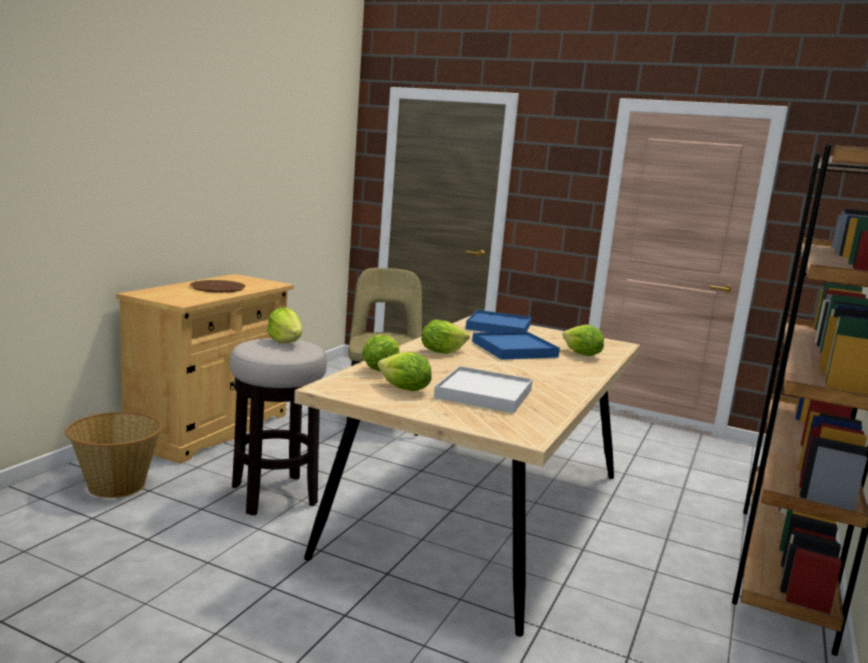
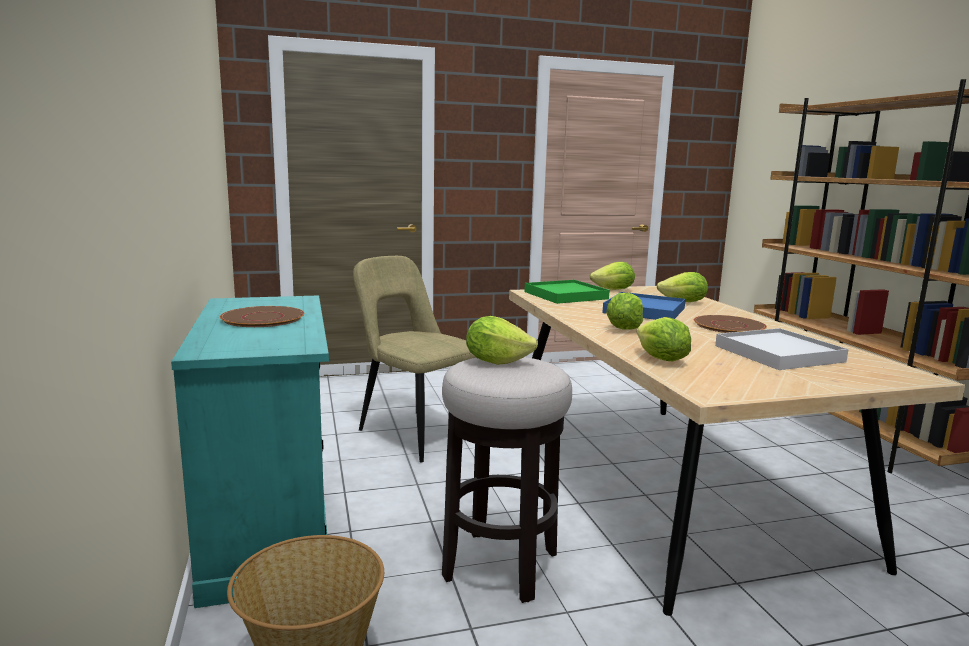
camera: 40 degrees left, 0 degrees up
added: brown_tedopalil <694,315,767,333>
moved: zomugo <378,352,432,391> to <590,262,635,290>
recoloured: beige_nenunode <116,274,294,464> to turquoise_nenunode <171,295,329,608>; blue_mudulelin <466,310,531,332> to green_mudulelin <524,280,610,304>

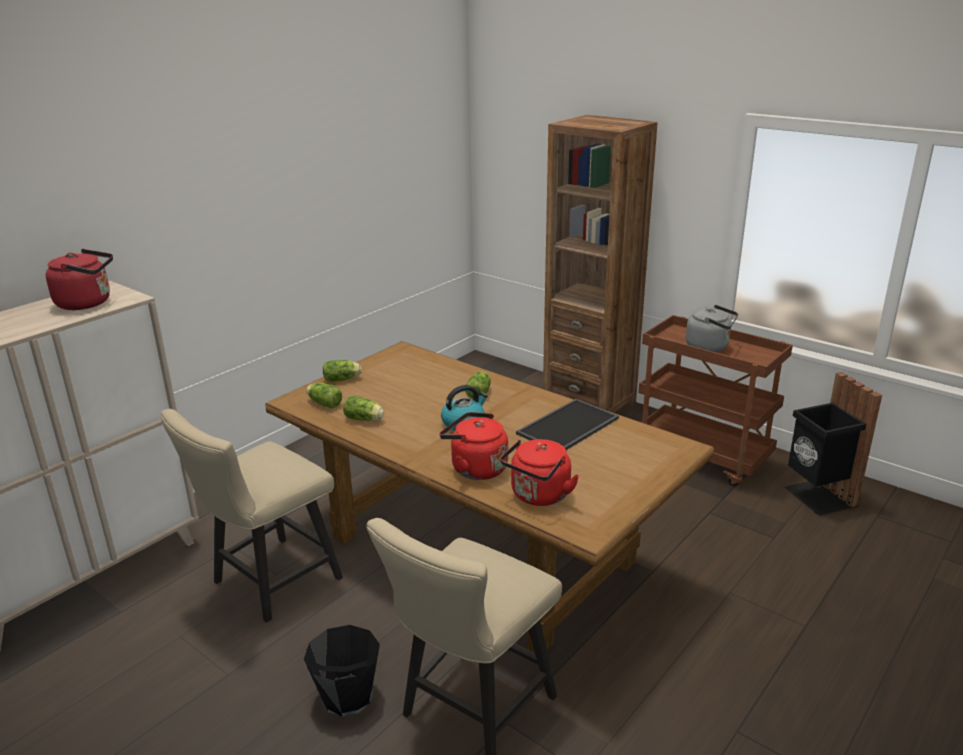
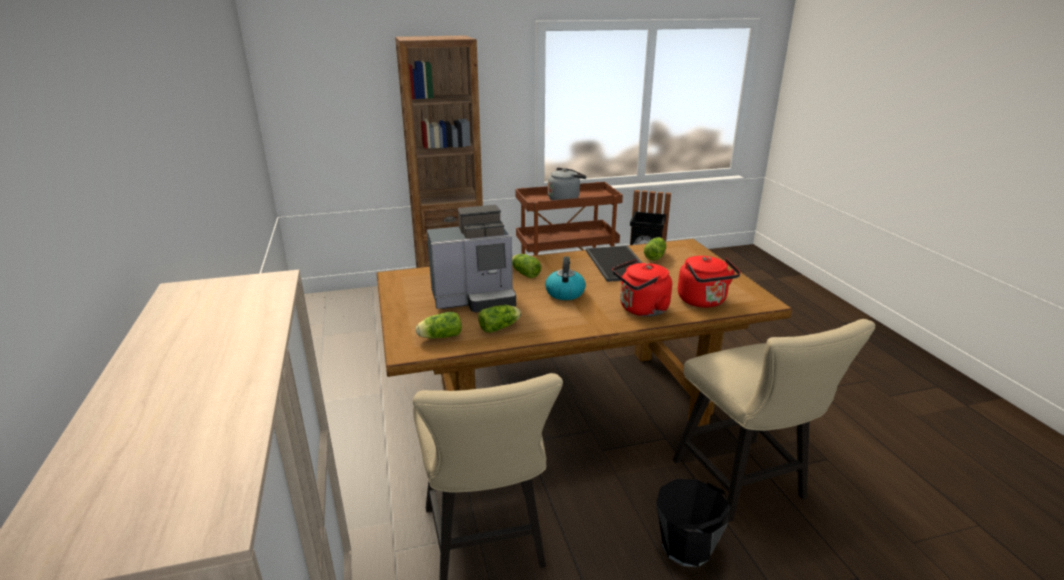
camera: 55 degrees left, 0 degrees up
removed: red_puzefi <46,249,113,310>
added: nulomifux <427,205,516,313>
moved: zomugo <323,360,362,382> to <644,237,666,261>

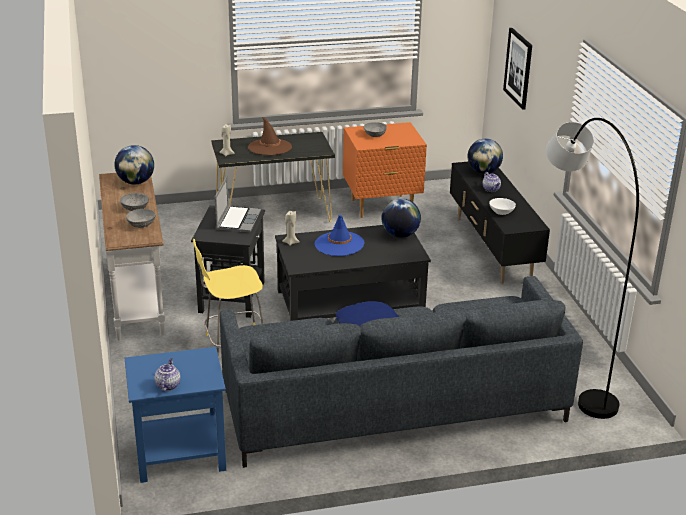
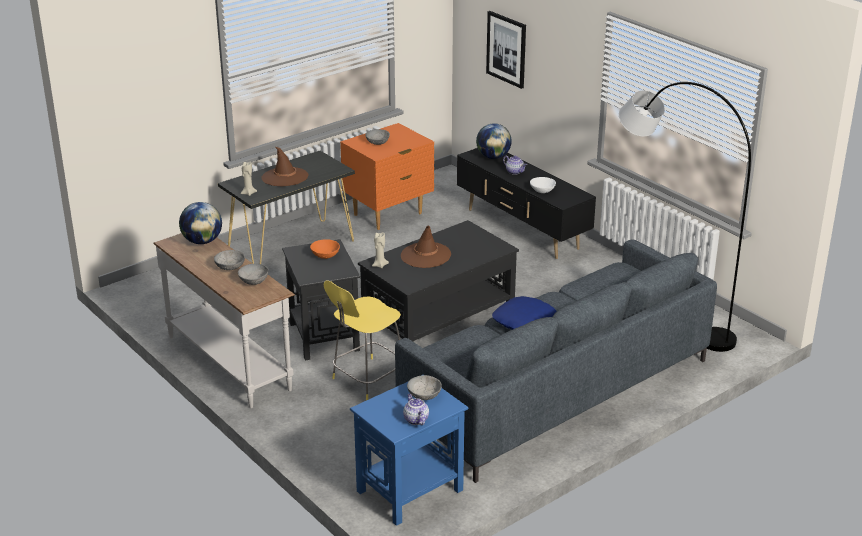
camera: 25 degrees left, 0 degrees up
removed: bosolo <382,198,421,238>
added: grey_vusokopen <407,375,442,400>
replaced: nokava <215,176,261,232> to orange_vusokopen <310,239,340,259>
recoloured: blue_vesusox <315,215,365,256> to brown_vesusox <401,226,451,268>

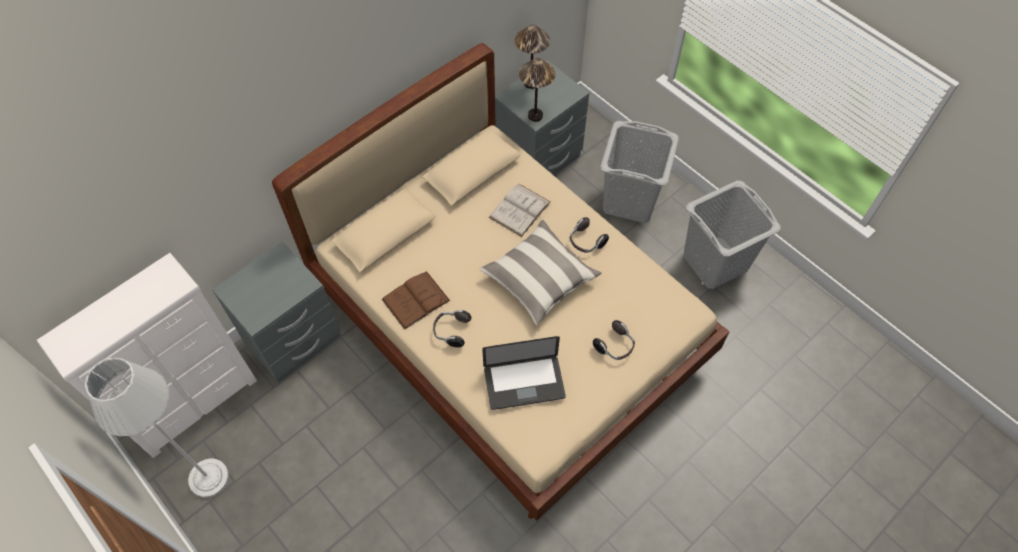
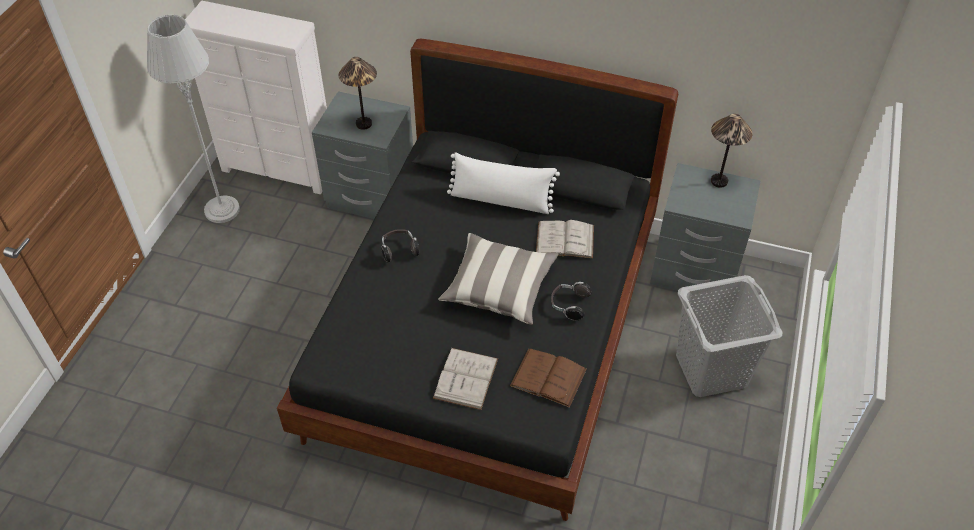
camera: 60 degrees right, 10 degrees down
removed: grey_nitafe <683,181,781,289>; nokava <482,336,566,410>
added: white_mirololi <447,152,560,214>
moved: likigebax <519,58,555,122> to <338,57,377,130>; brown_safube <381,271,450,330> to <510,348,587,408>
replaced: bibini <593,320,635,360> to white_safube <433,348,498,410>
recoloured: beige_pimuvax <272,43,730,521> to black_pimuvax <277,38,678,521>

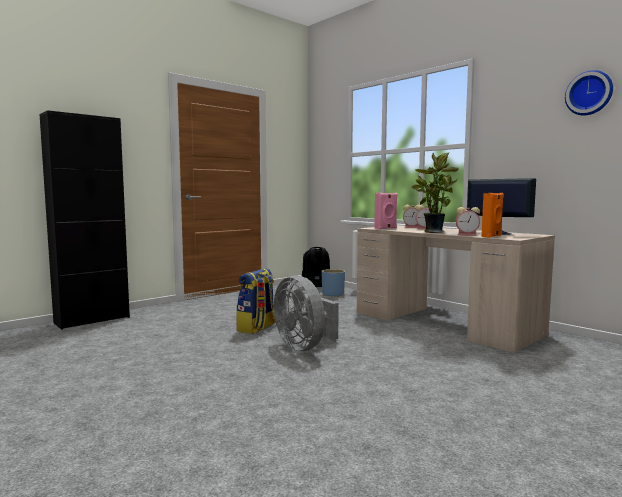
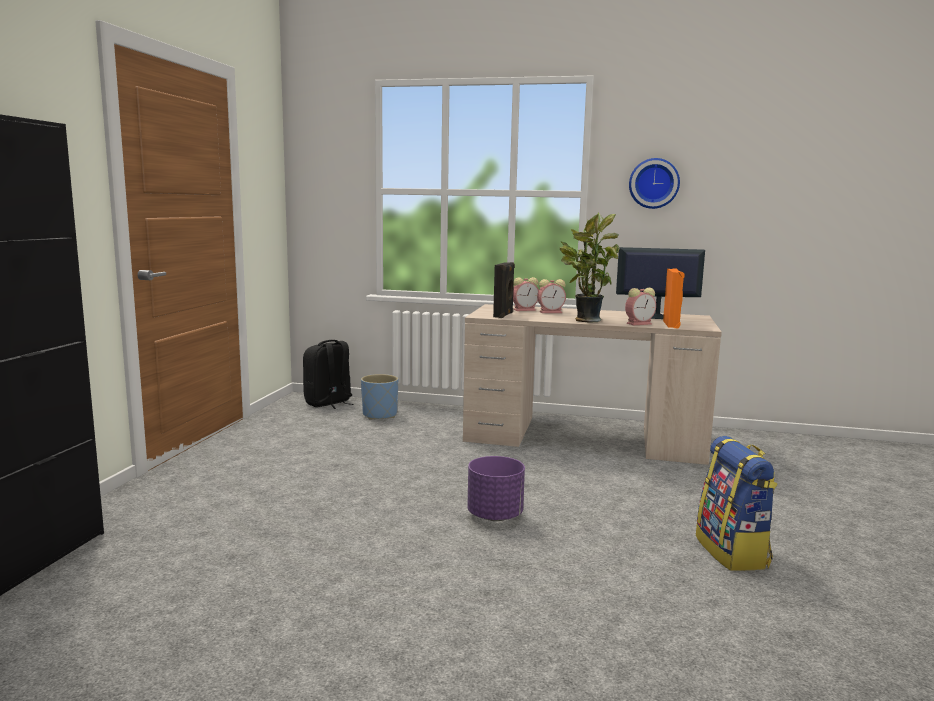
camera: 35 degrees left, 5 degrees up
moved: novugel <565,70,613,115> to <629,158,680,209>; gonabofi <236,268,276,334> to <696,436,778,571>
replaced: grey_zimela <274,275,339,351> to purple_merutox <467,456,525,521>
recoloured: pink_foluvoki <374,193,398,229> to black_foluvoki <493,262,515,318>

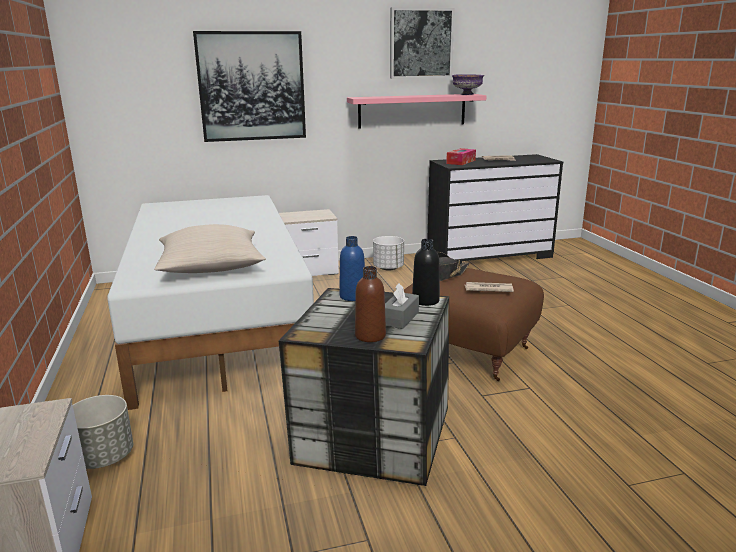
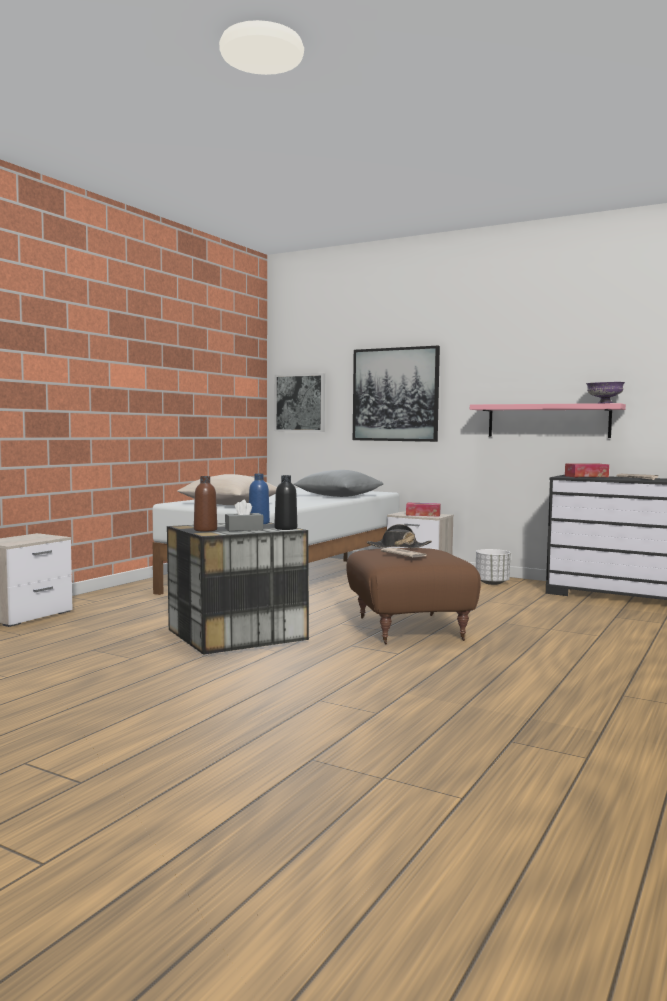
camera: 45 degrees right, 15 degrees down
removed: grey_merutox <73,395,133,469>
added: grey_mirololi <293,470,383,497>; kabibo <406,503,441,516>
moved: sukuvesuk <390,7,455,79> to <274,373,325,432>

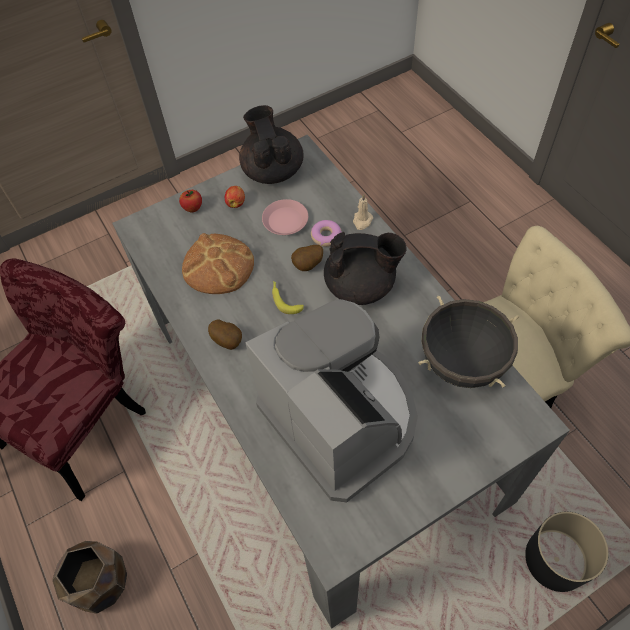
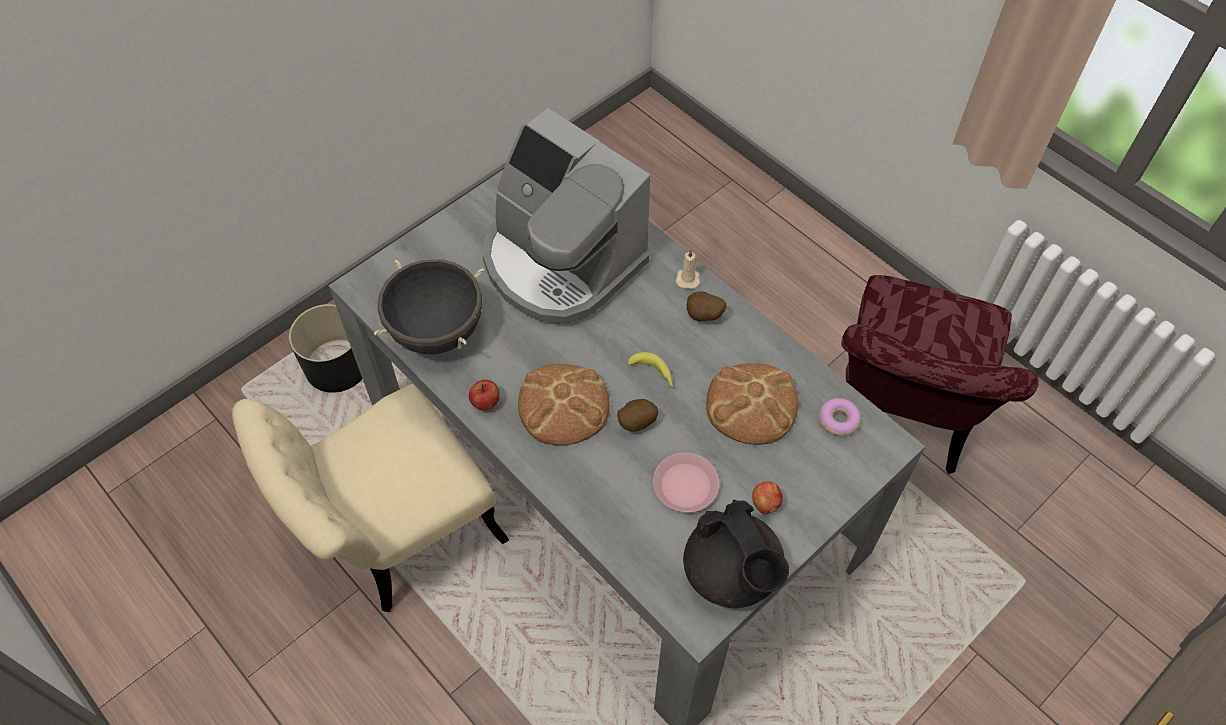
camera: 165 degrees right, 0 degrees up
removed: brown_merutox <52,541,127,614>
moved: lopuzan <179,190,202,212> to <469,380,500,411>; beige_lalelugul <353,194,373,230> to <676,249,700,289>; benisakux <311,220,342,247> to <819,398,861,436>
replaced: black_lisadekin <324,232,407,305> to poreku <518,364,610,446>

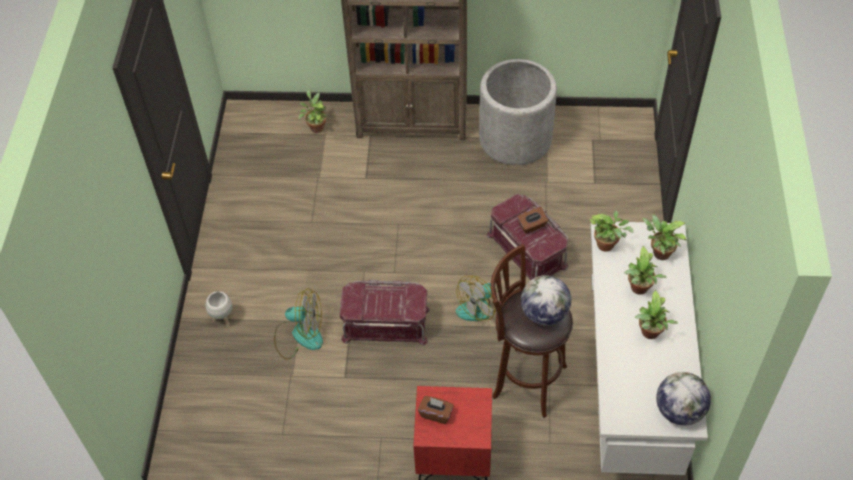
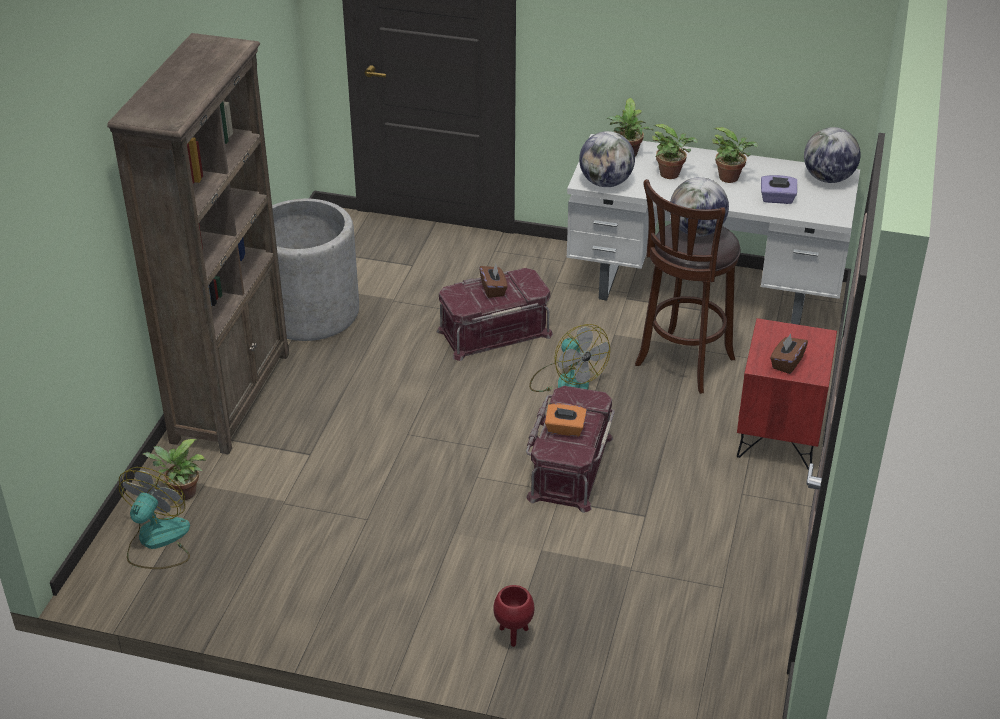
camera: 80 degrees left, 15 degrees down
added: purple_kabibo <761,175,797,204>; orange_kabibo <545,404,587,437>
moved: zimela <274,288,323,360> to <119,467,190,569>
replaced: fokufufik <590,211,633,252> to bosolo <579,131,635,187>
recoloured: white_merutox <206,291,232,326> to red_merutox <493,585,534,647>

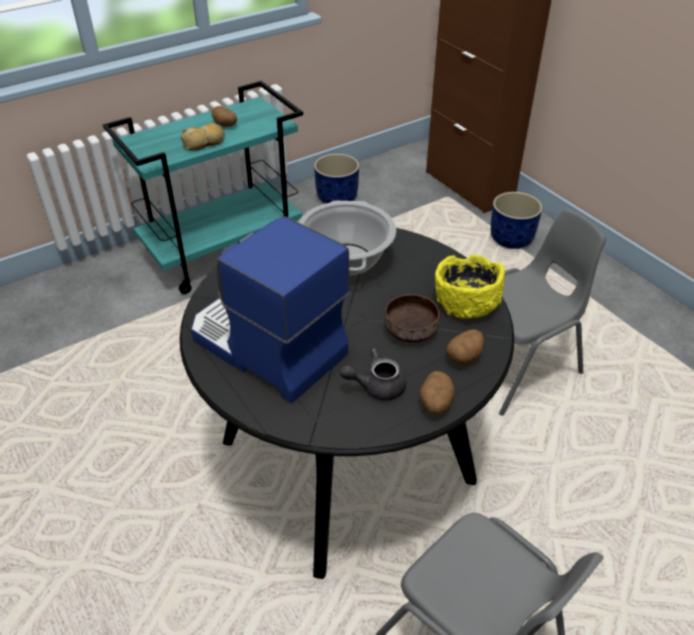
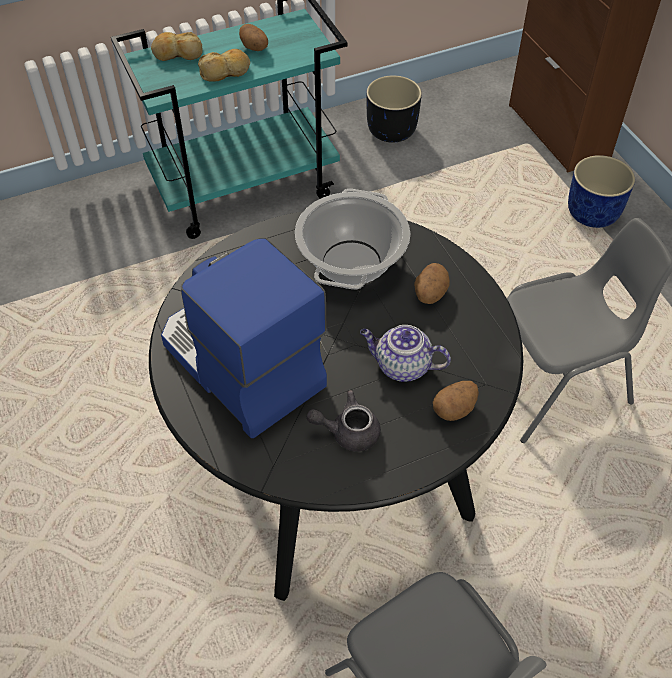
camera: 10 degrees right, 10 degrees up
removed: yellow_vusokopen <435,254,505,319>
added: poreku <151,32,203,61>
moved: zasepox <419,371,455,414> to <414,263,450,304>
replaced: brown_vusokopen <384,294,440,343> to lisadekin <360,325,451,382>
recoloured: blue_merutox <314,154,359,204> to black_merutox <366,75,422,143>

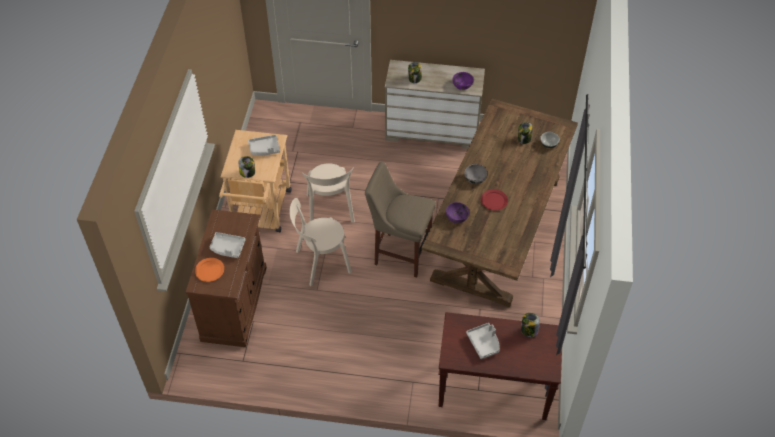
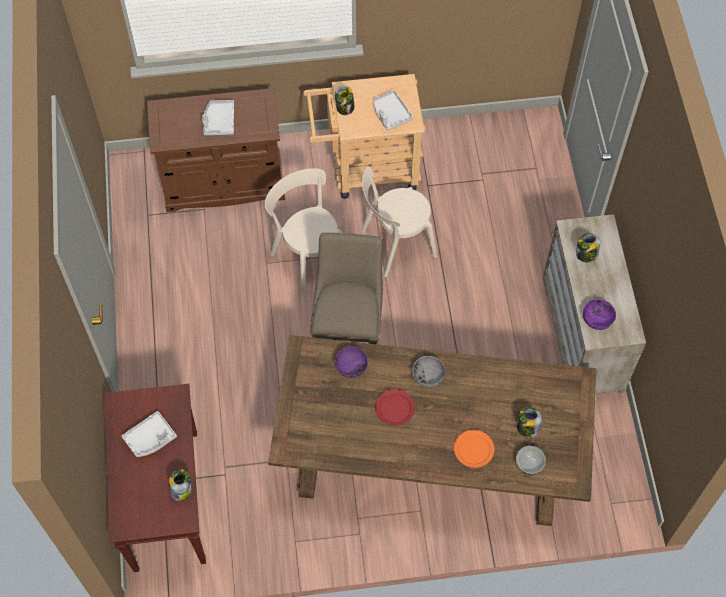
camera: 75 degrees right, 10 degrees up
moved: orange_tedopalil <195,258,224,282> to <454,430,494,468>

